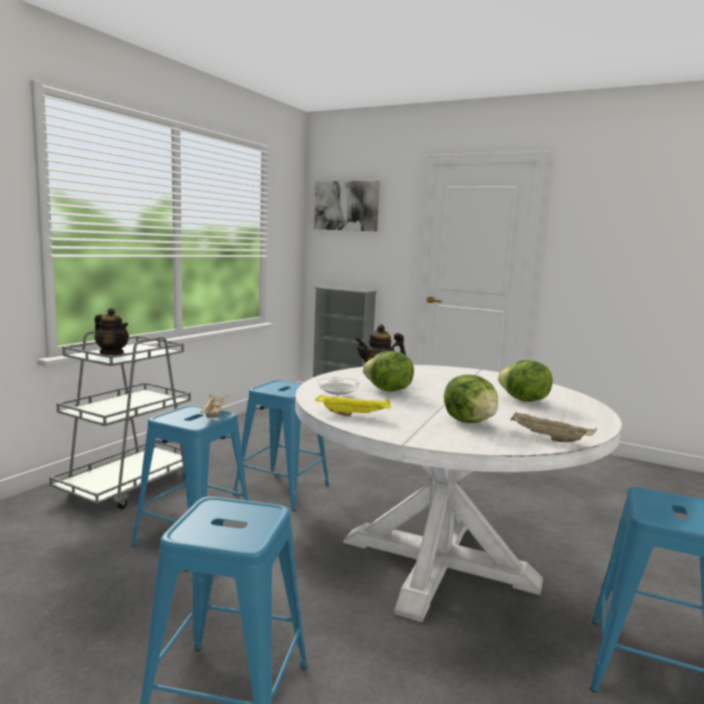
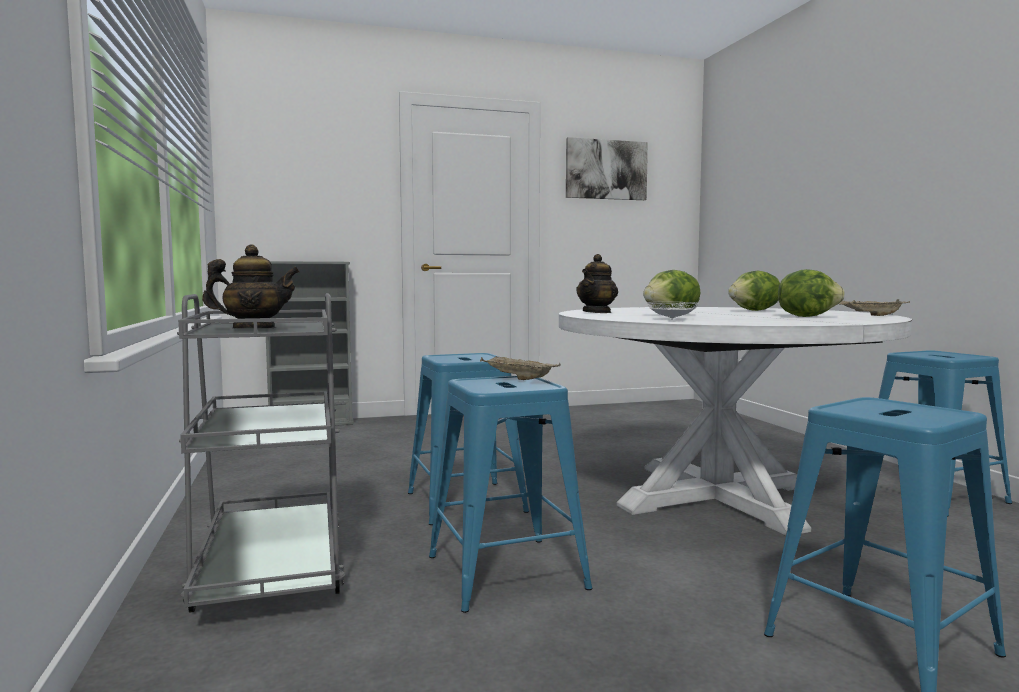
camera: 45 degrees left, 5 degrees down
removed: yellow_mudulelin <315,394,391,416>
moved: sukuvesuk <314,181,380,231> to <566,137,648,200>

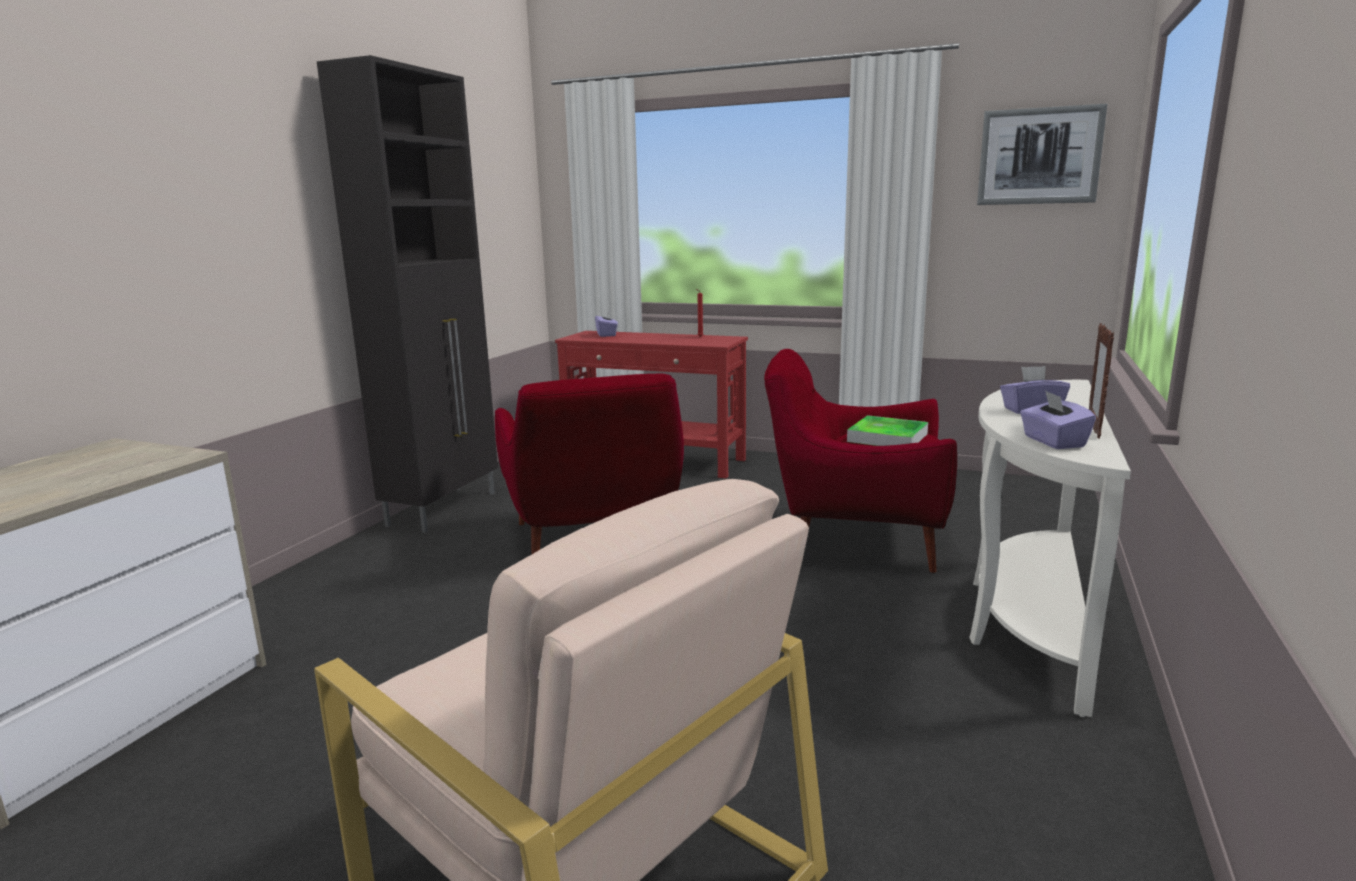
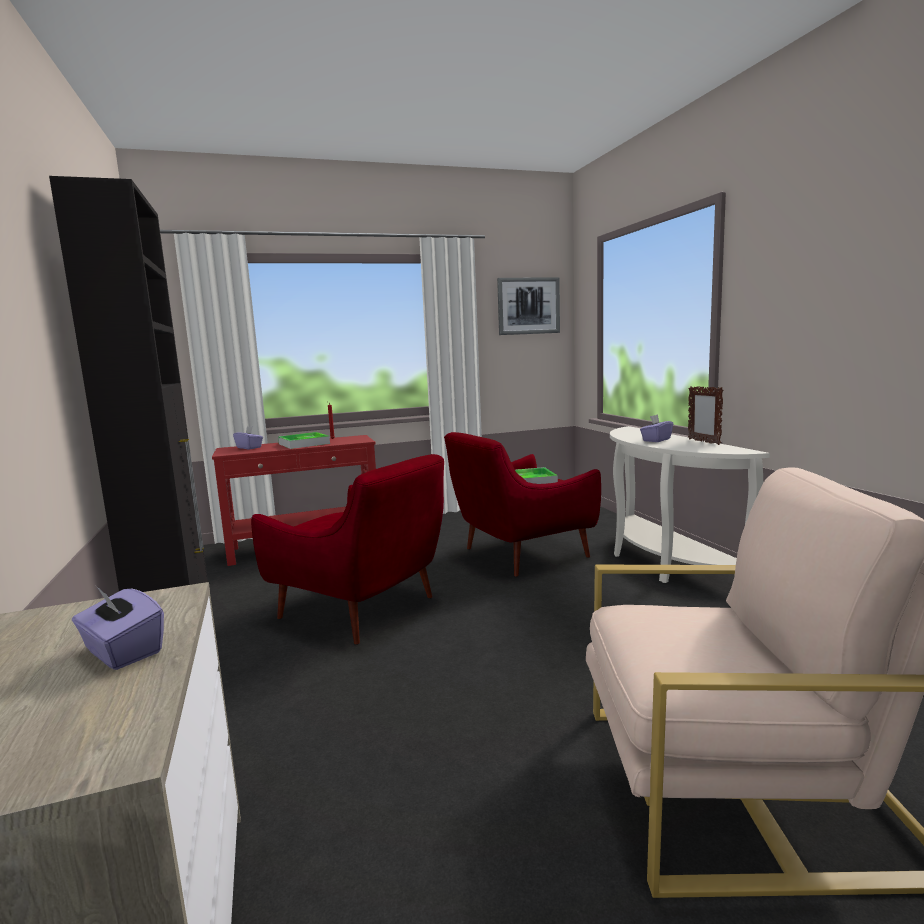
camera: 40 degrees left, 5 degrees down
added: mudulelin <278,432,330,449>
moved: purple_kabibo <1020,390,1096,449> to <72,586,164,670>

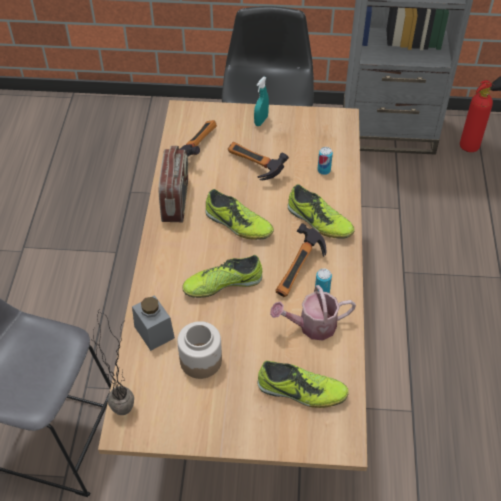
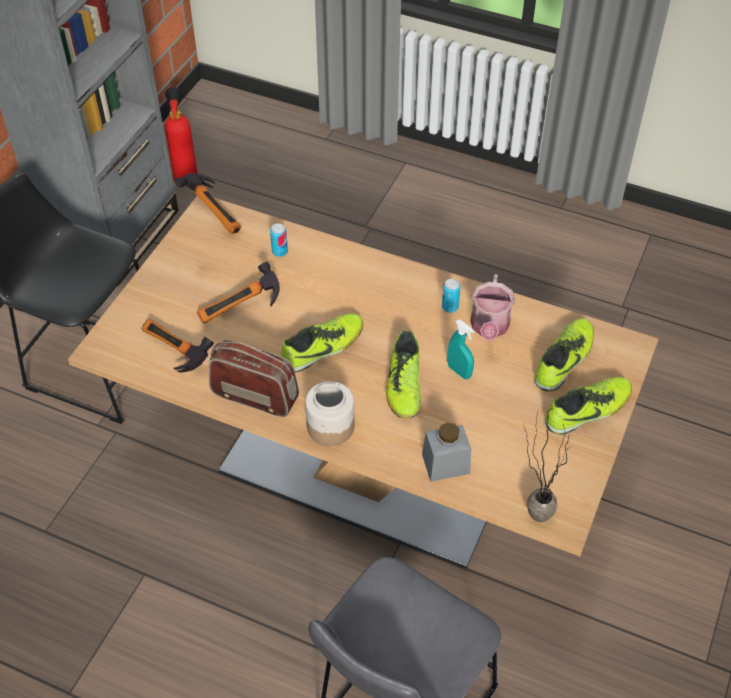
camera: 70 degrees left, 0 degrees up
moved: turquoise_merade <254,77,269,126> to <447,319,474,379>; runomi <287,184,355,239> to <545,377,632,435>; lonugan <275,223,327,297> to <175,173,241,234>; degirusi <177,321,222,379> to <305,381,354,446>

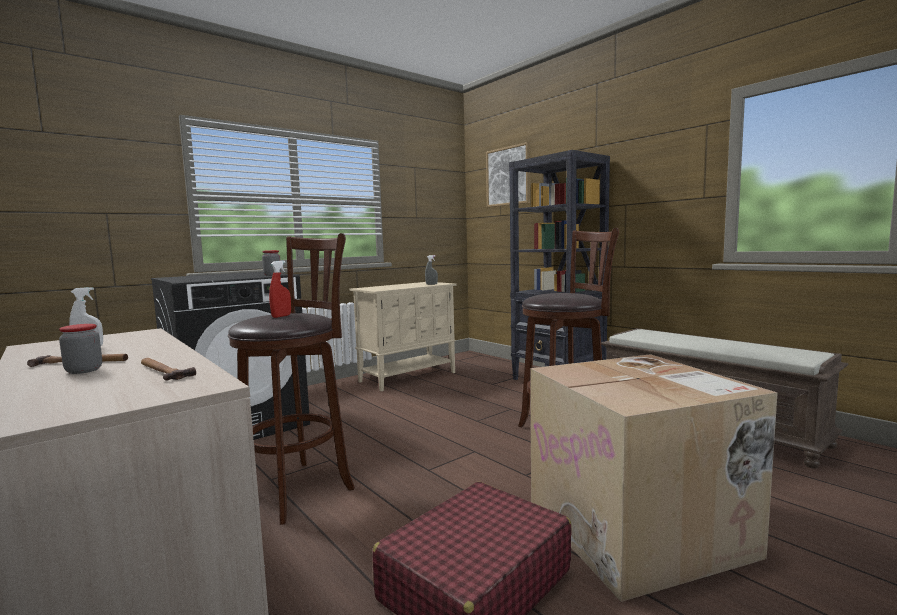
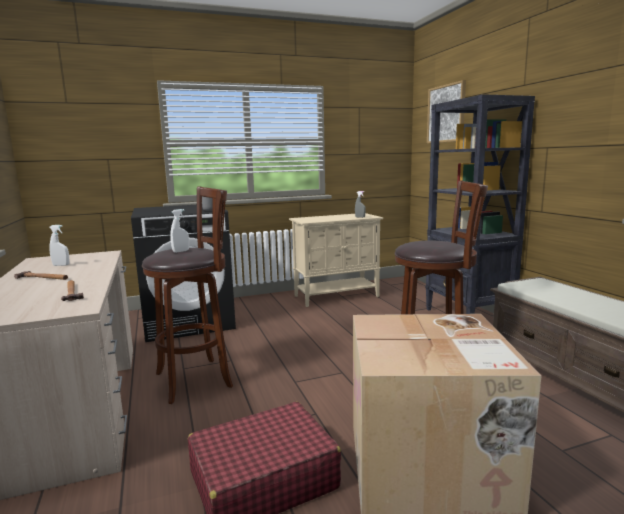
camera: 20 degrees right, 5 degrees up
removed: degirusi <59,324,102,374>
recoloured: red_merade <269,261,291,318> to white_merade <170,209,189,253>

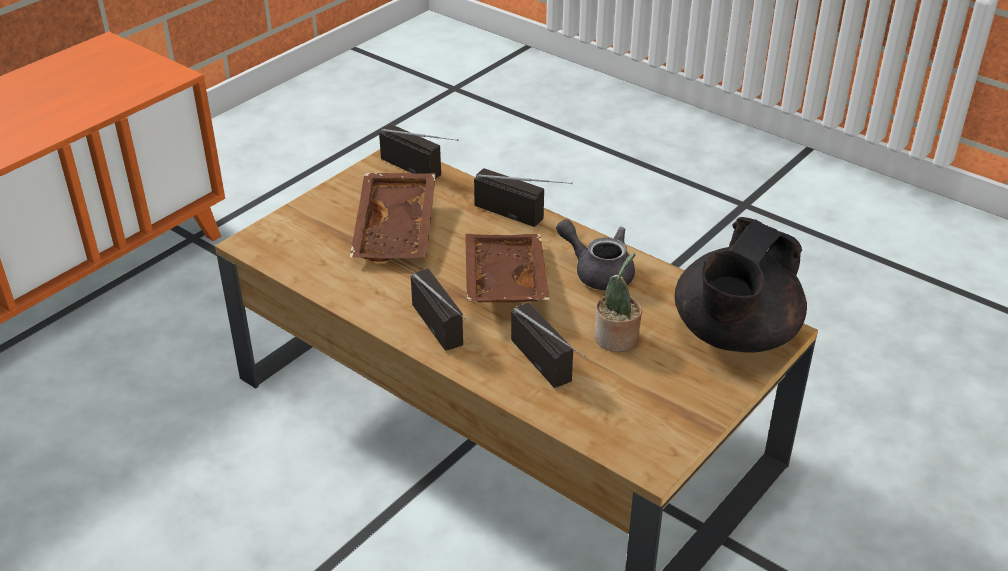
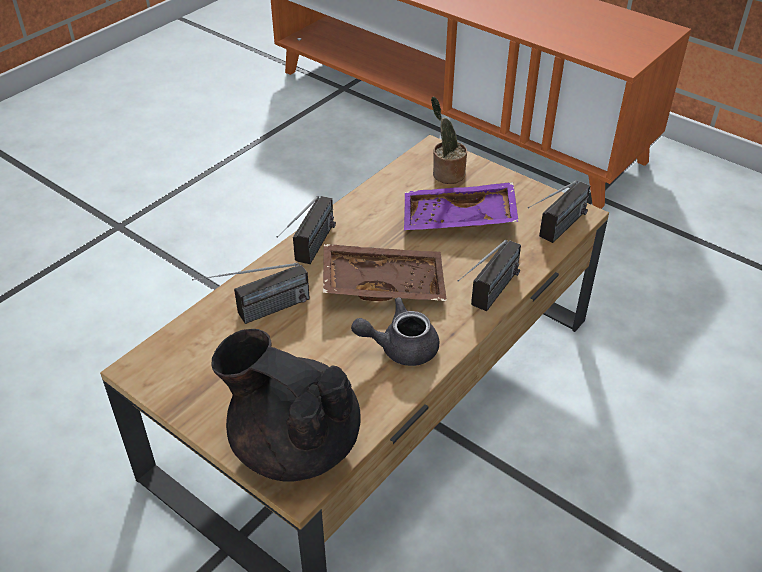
camera: 90 degrees right, 5 degrees up
moved: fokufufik <594,253,642,352> to <431,97,467,184>
recoloured: brown_mudulelin <350,173,436,262> to purple_mudulelin <404,182,519,230>
turned: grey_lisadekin <556,219,635,290> = <351,297,439,366> 135 degrees counterclockwise; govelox <411,268,466,351> = <277,196,336,264> 45 degrees counterclockwise

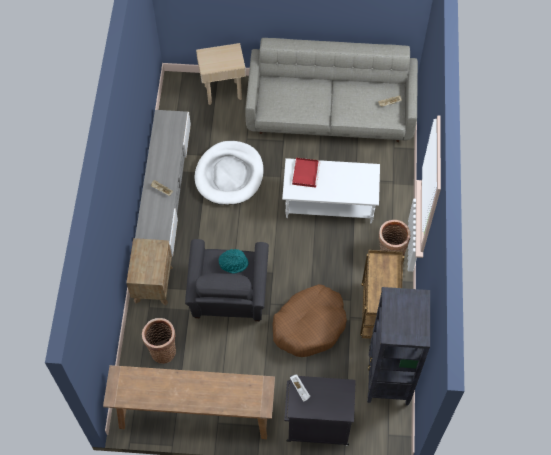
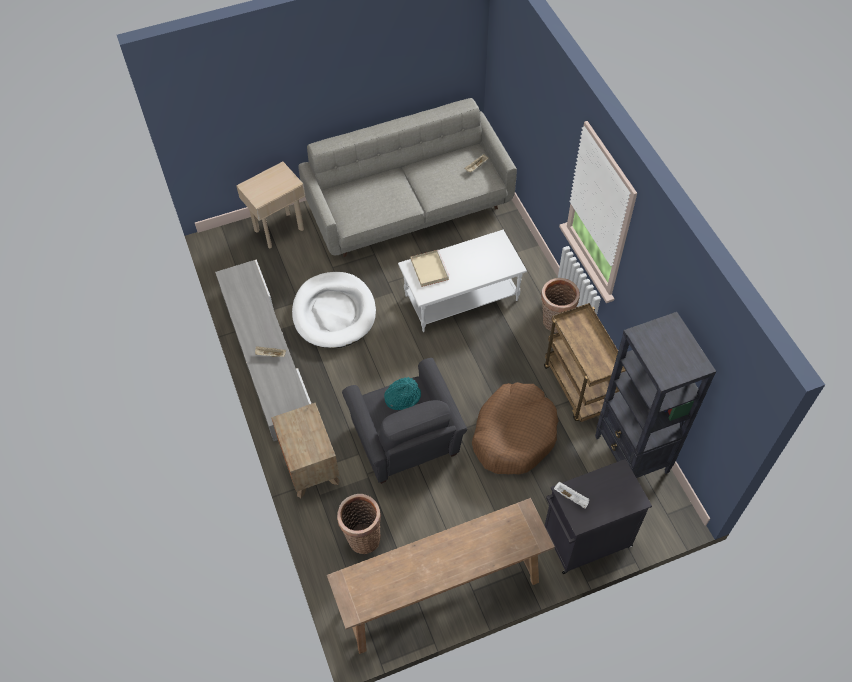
camera: 25 degrees left, 5 degrees down
recoloured: red_mudulelin <292,158,320,188> to beige_mudulelin <411,250,450,287>

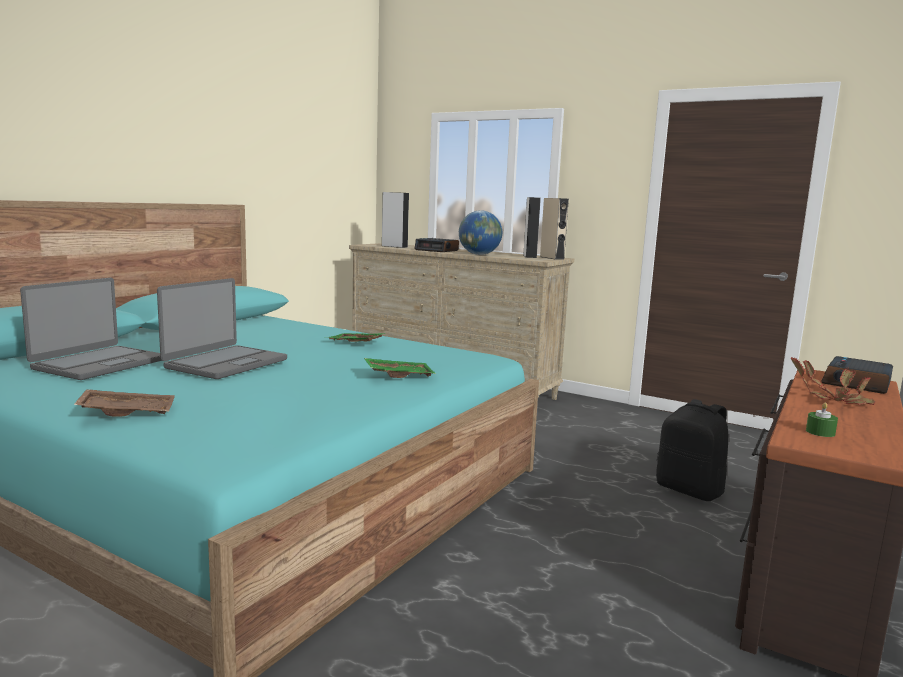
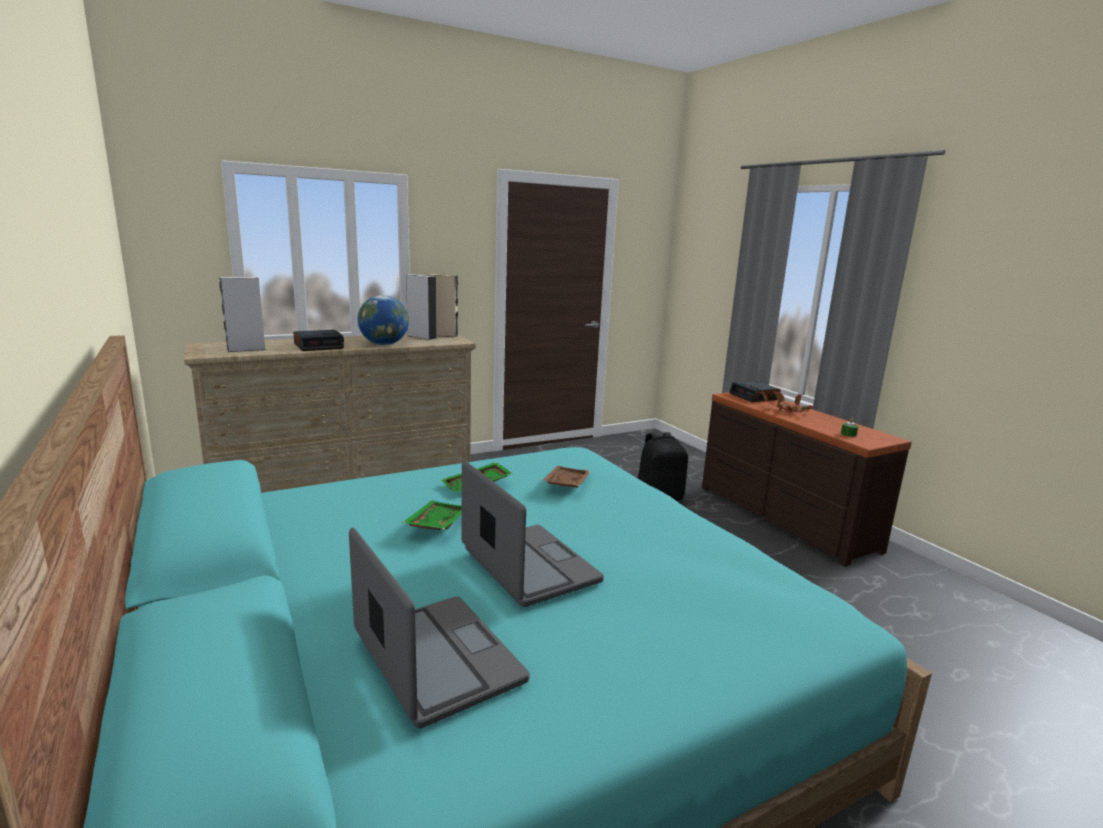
camera: 60 degrees left, 5 degrees up
moved: green_mudulelin <364,358,436,378> to <403,500,462,530>; brown_mudulelin <74,389,175,416> to <543,466,591,488>

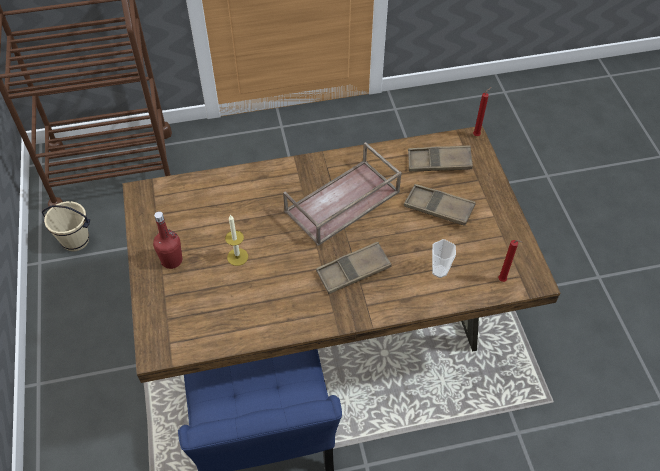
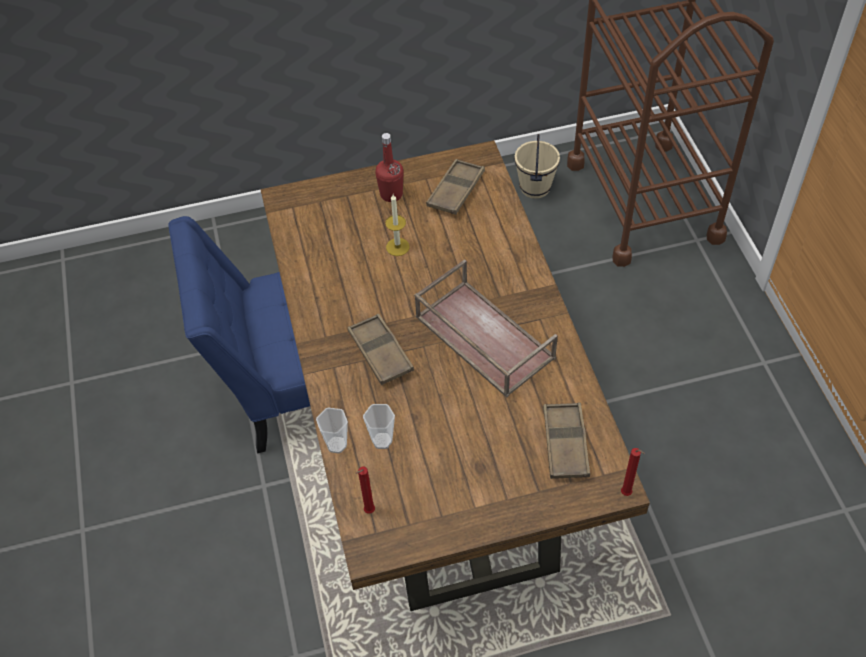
camera: 90 degrees right, 0 degrees up
added: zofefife <316,408,348,453>
moved: brown_mudulelin <404,184,476,226> to <426,159,485,214>

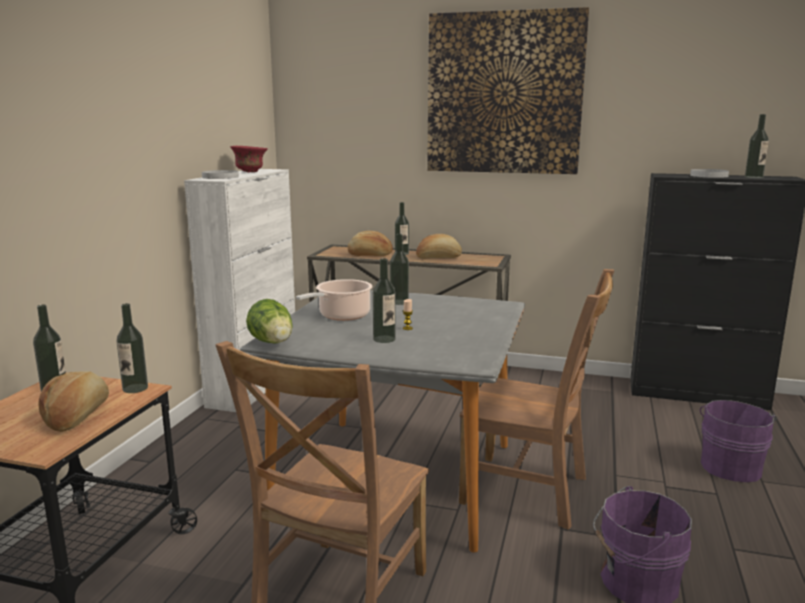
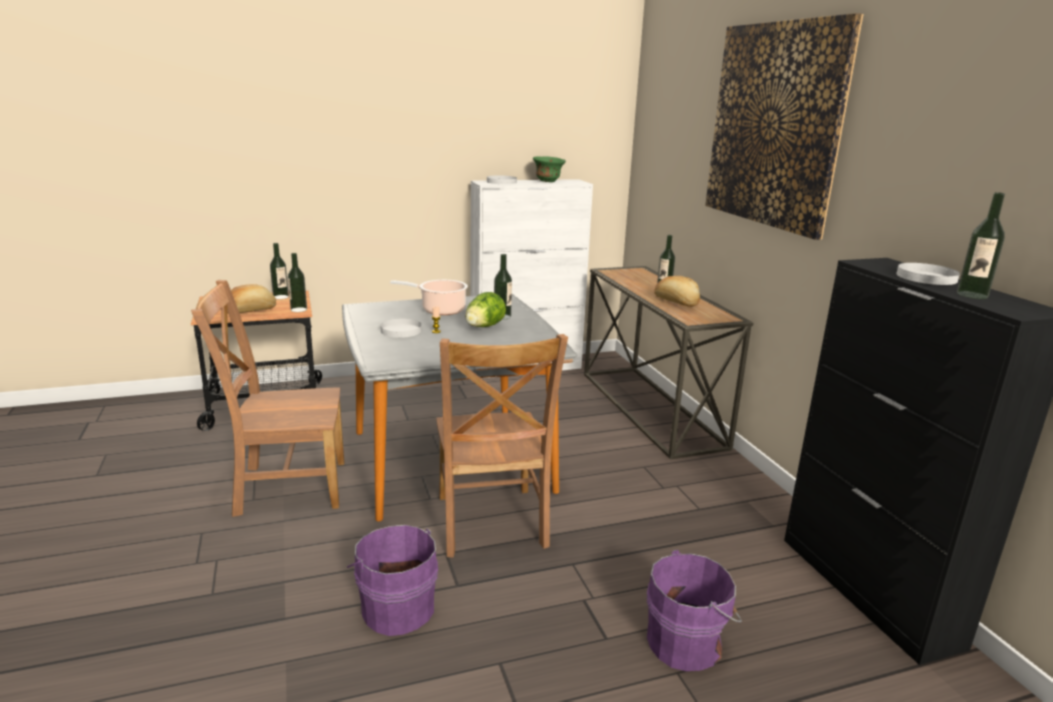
camera: 55 degrees right, 5 degrees up
removed: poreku <348,231,393,256>
moved: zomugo <246,299,293,343> to <465,292,506,327>
replaced: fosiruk <373,258,396,343> to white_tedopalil <381,319,421,338>
recoloured: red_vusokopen <230,146,268,173> to green_vusokopen <533,156,566,182>

